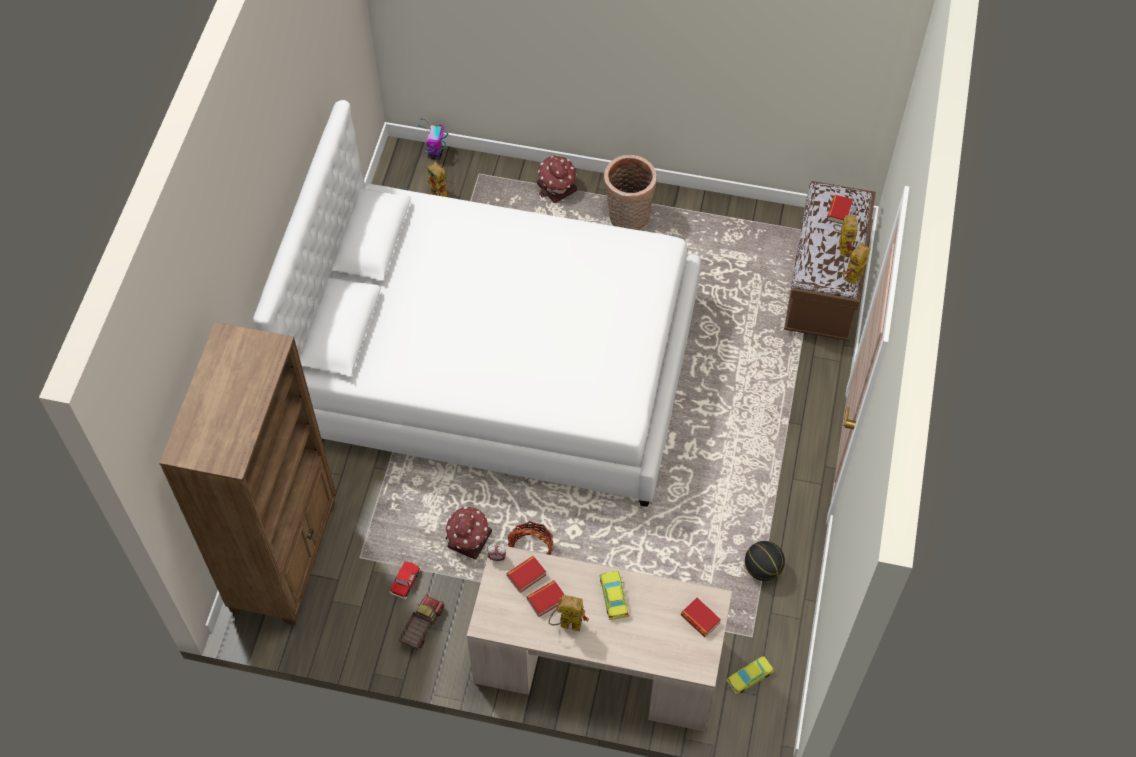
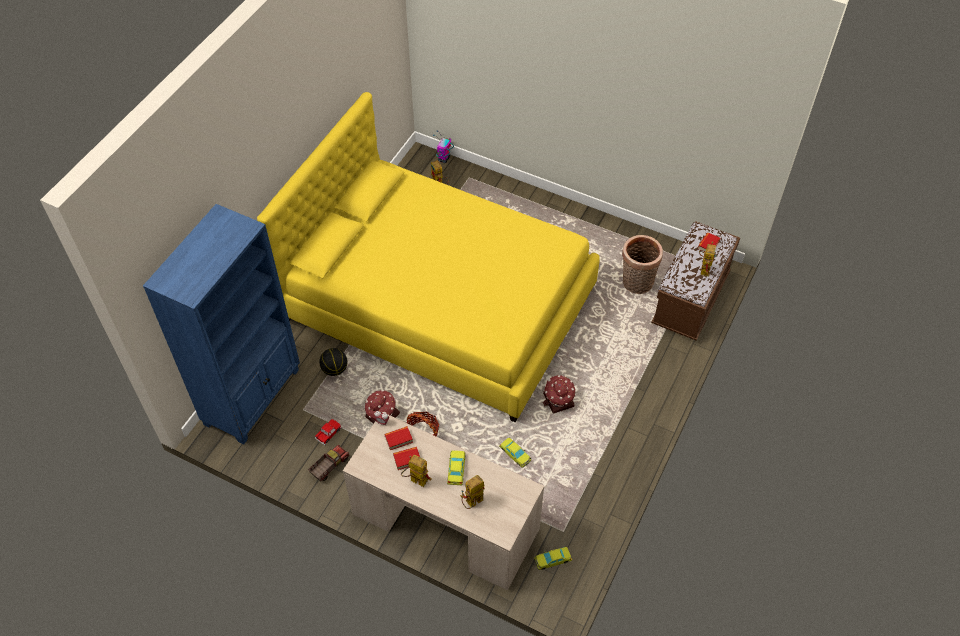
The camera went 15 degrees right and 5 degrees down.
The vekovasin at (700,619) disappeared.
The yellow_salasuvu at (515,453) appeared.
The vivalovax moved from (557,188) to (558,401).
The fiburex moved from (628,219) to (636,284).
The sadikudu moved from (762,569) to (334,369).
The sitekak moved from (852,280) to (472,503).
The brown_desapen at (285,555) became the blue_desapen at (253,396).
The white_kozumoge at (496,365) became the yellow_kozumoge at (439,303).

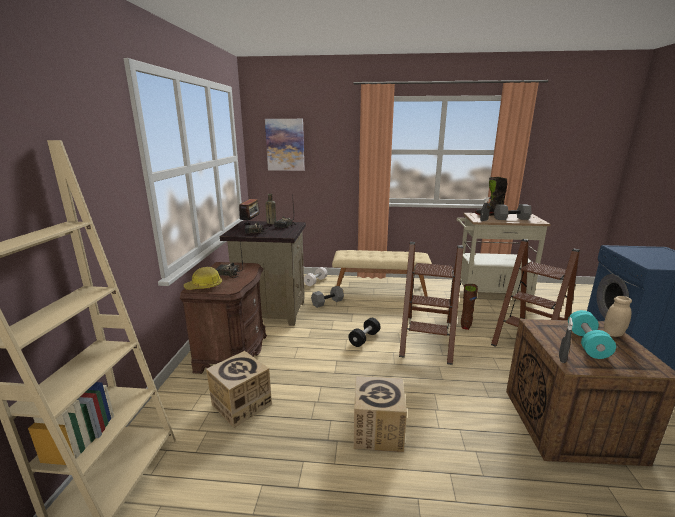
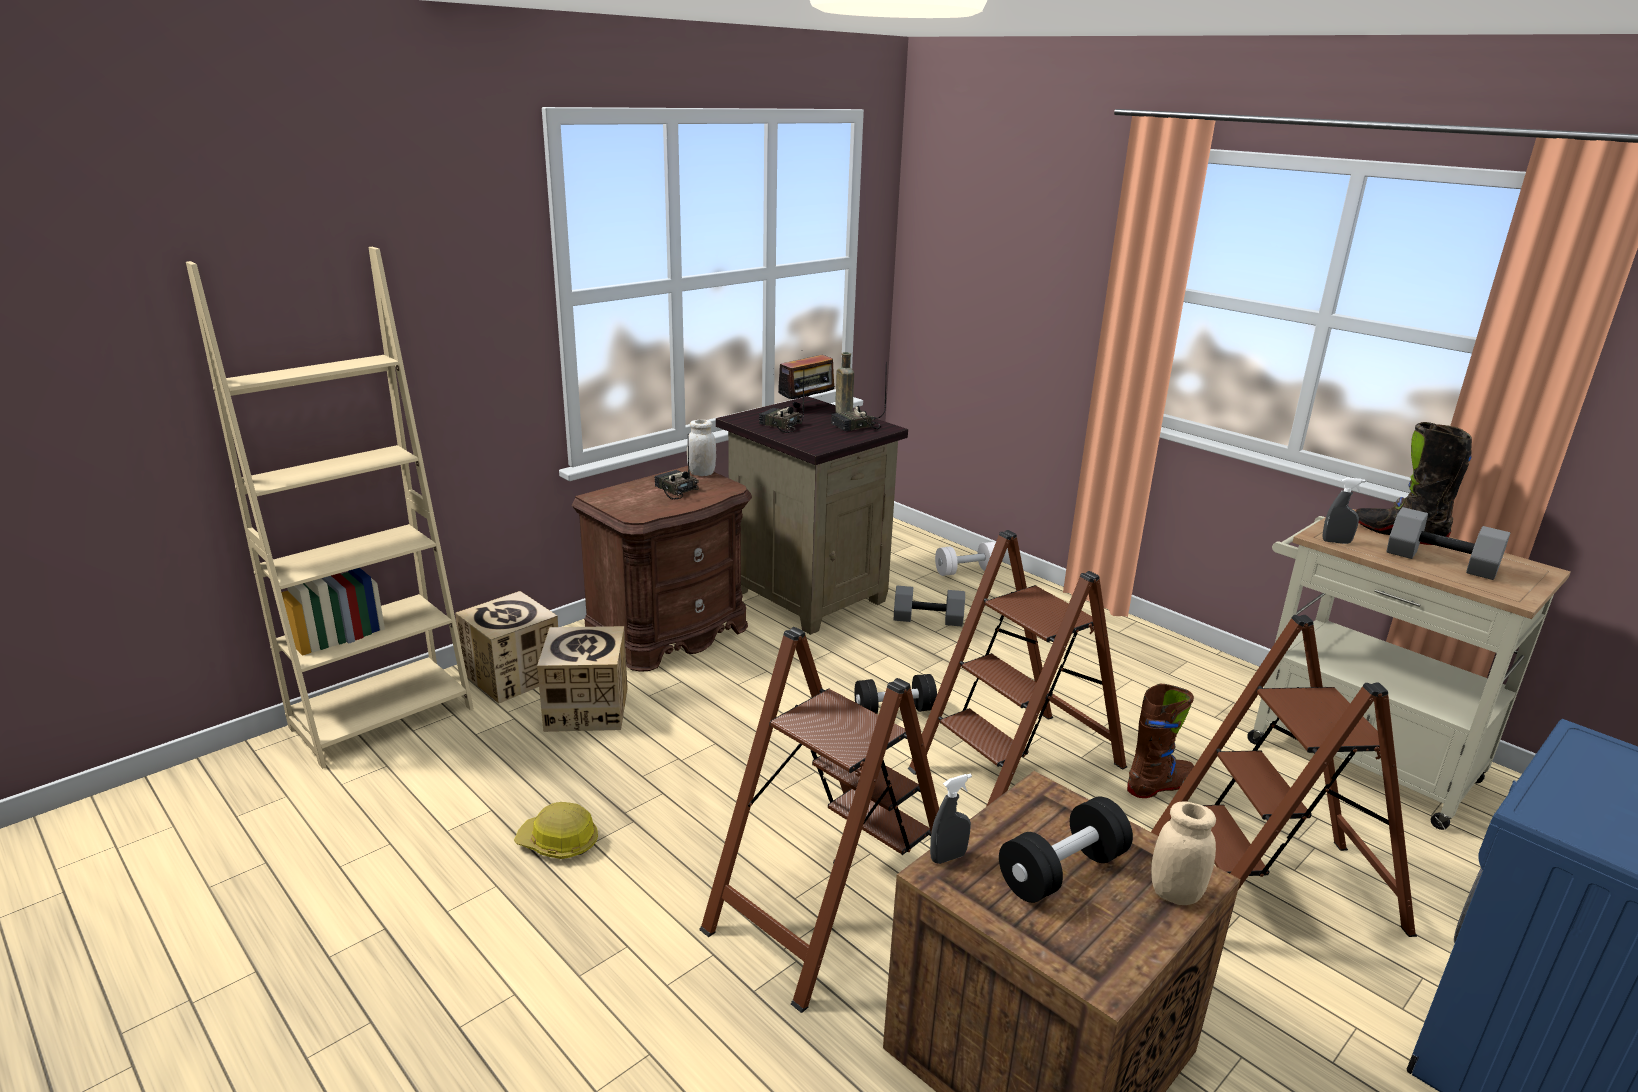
The camera went 40 degrees right and 5 degrees up.
The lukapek at (285,145) disappeared.
The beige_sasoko at (380,288) disappeared.
The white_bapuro at (701,473) appeared.
The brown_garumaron at (830,906) appeared.
The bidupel moved from (204,286) to (558,843).
The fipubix moved from (377,431) to (513,676).
The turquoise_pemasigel at (587,344) became the black_pemasigel at (1062,871).

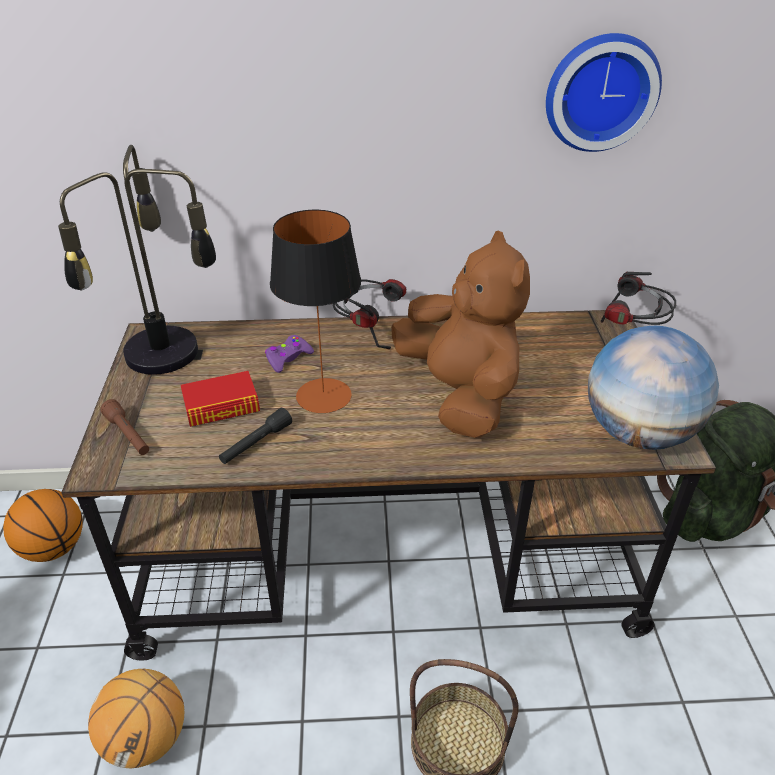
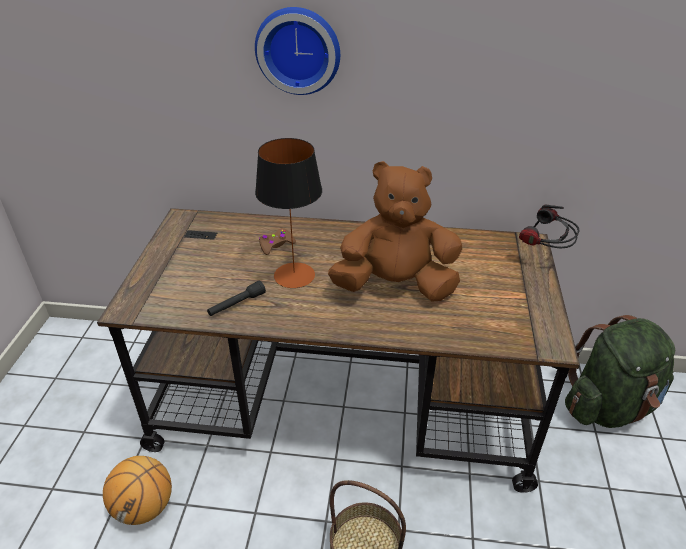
The camera went 10 degrees right and 0 degrees up.
The sadikudu at (54,547) disappeared.
The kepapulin at (163,353) disappeared.
The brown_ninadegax at (128,435) disappeared.
The vekovasin at (221,406) disappeared.
The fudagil at (367,333) disappeared.
The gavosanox at (639,433) disappeared.
The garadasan moved from (600,91) to (298,50).
The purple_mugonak at (288,358) became the brown_mugonak at (276,245).
The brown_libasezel at (460,395) turned 75 degrees counterclockwise.

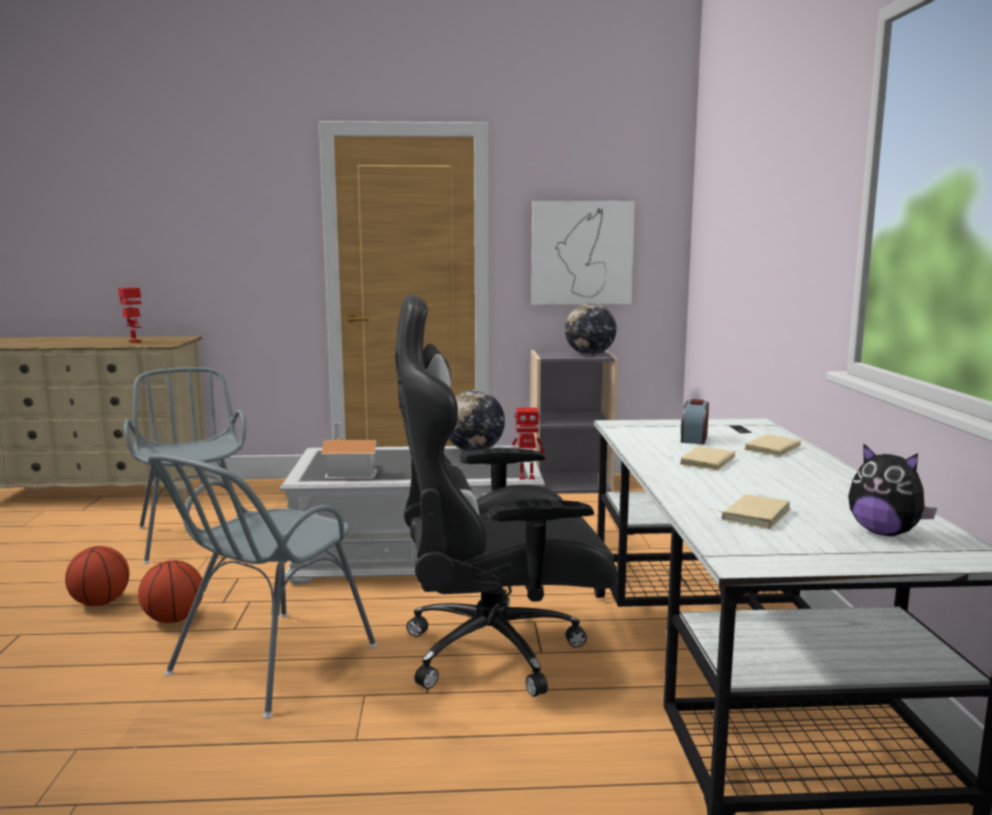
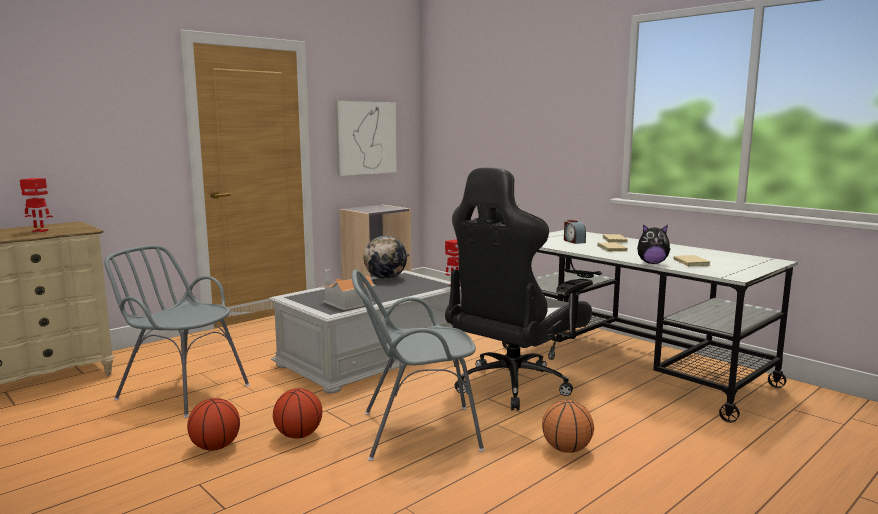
The camera went 40 degrees left and 0 degrees up.
The gavosanox at (590,354) disappeared.
The sadikudu at (566,449) appeared.
The libasezel moved from (884,533) to (652,263).
The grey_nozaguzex at (268,663) turned 90 degrees clockwise.

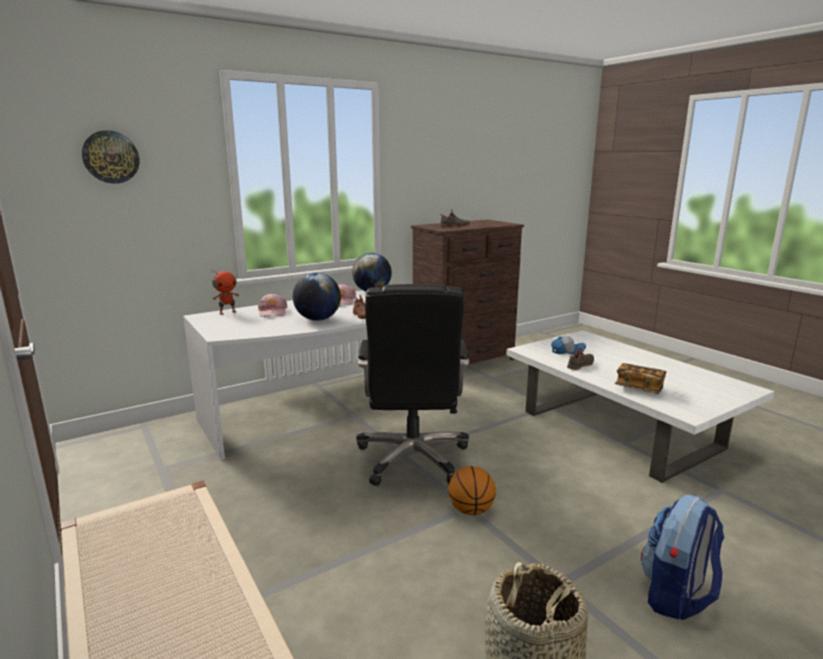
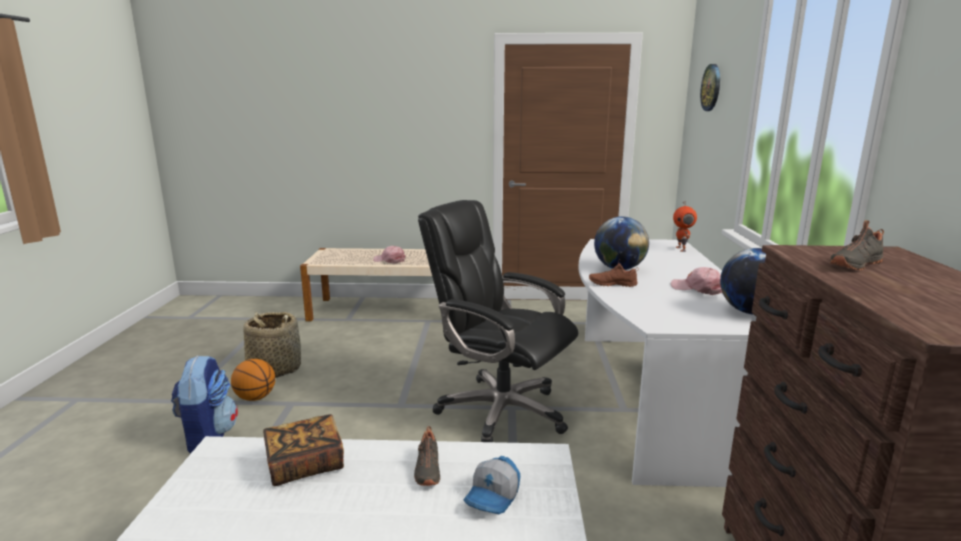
The camera went 125 degrees right and 0 degrees up.
The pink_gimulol moved from (273,312) to (389,260).
The sadikudu moved from (471,510) to (255,397).

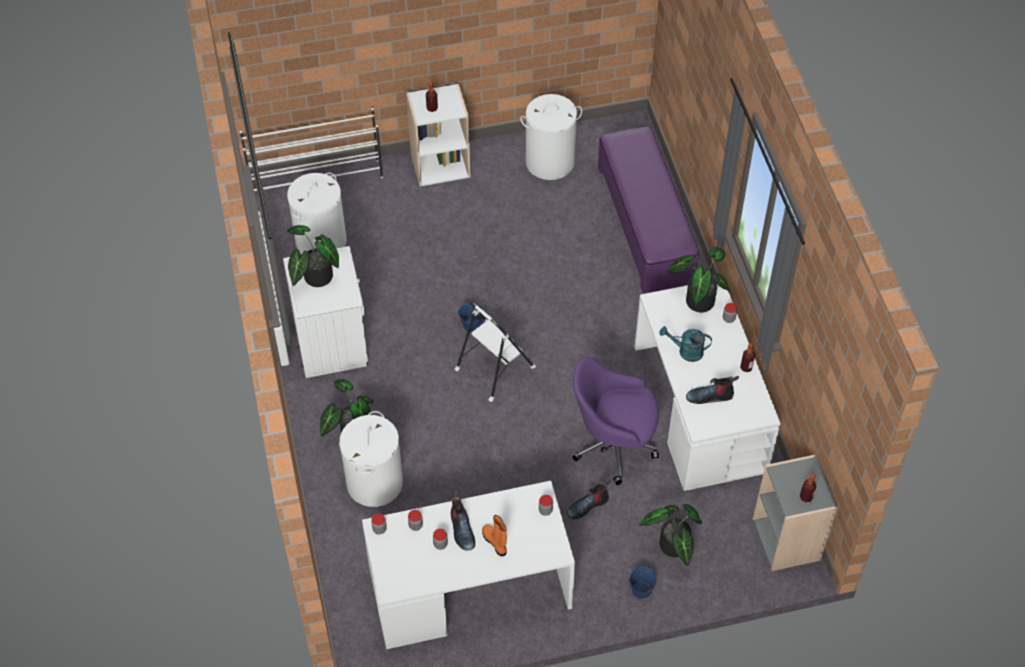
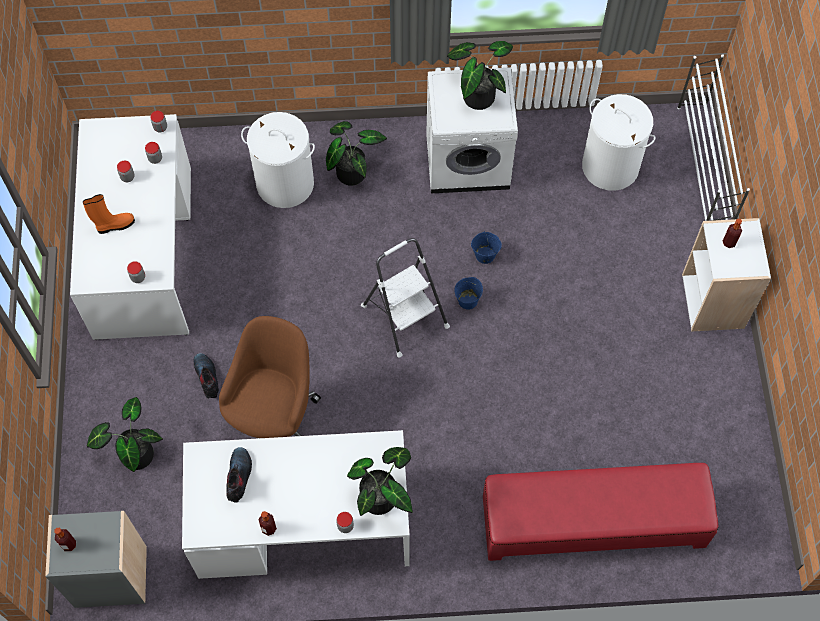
The camera went 100 degrees right and 10 degrees up.
The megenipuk at (461,529) disappeared.
The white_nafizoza at (550,162) disappeared.
The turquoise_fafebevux at (686,351) disappeared.
The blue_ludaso moved from (641,590) to (484,255).
The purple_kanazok at (613,447) became the brown_kanazok at (274,418).
The purple_sasoko at (645,224) became the red_sasoko at (592,522).

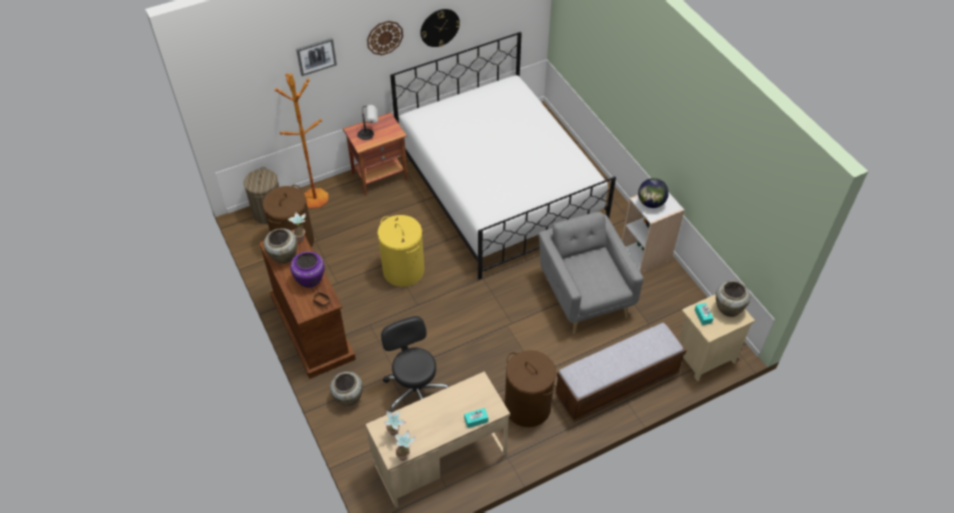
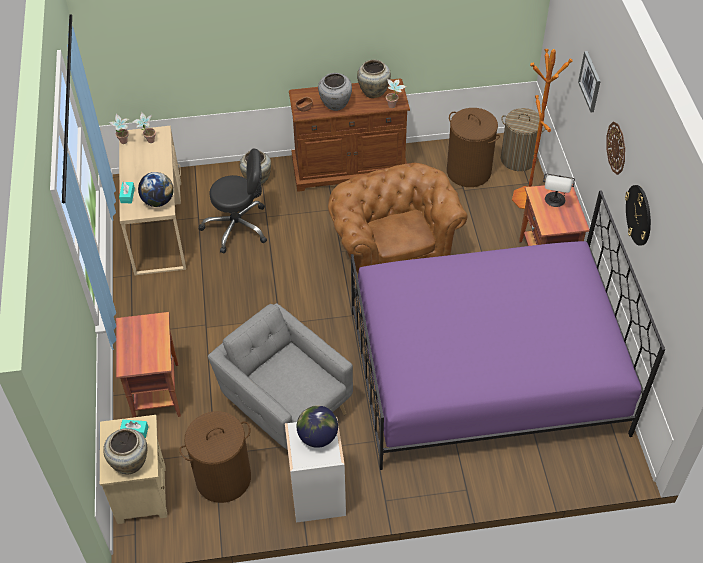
The camera went 110 degrees right and 0 degrees up.
The gavosanox at (158,201) appeared.
The brown_nafizoza moved from (528,407) to (223,478).
The yellow_nafizoza at (403,270) was replaced by the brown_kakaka at (392,250).
The sasoko at (616,384) was replaced by the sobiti at (155,391).
The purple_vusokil at (310,280) became the grey_vusokil at (335,104).
The white_kozumoge at (499,189) became the purple_kozumoge at (486,371).
The grey_kakaka at (584,294) turned 135 degrees counterclockwise.

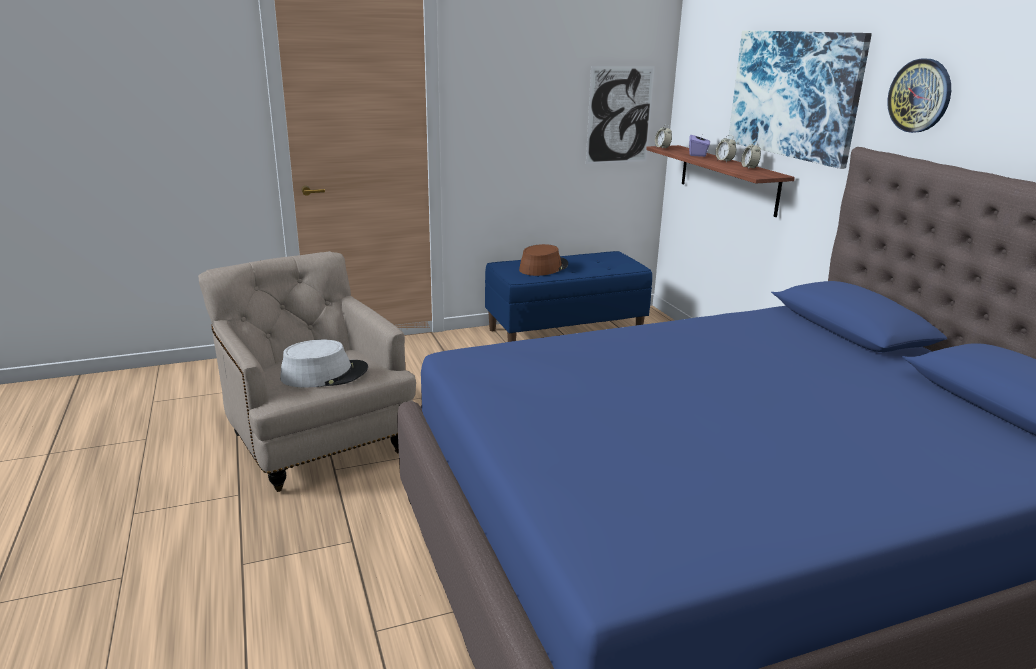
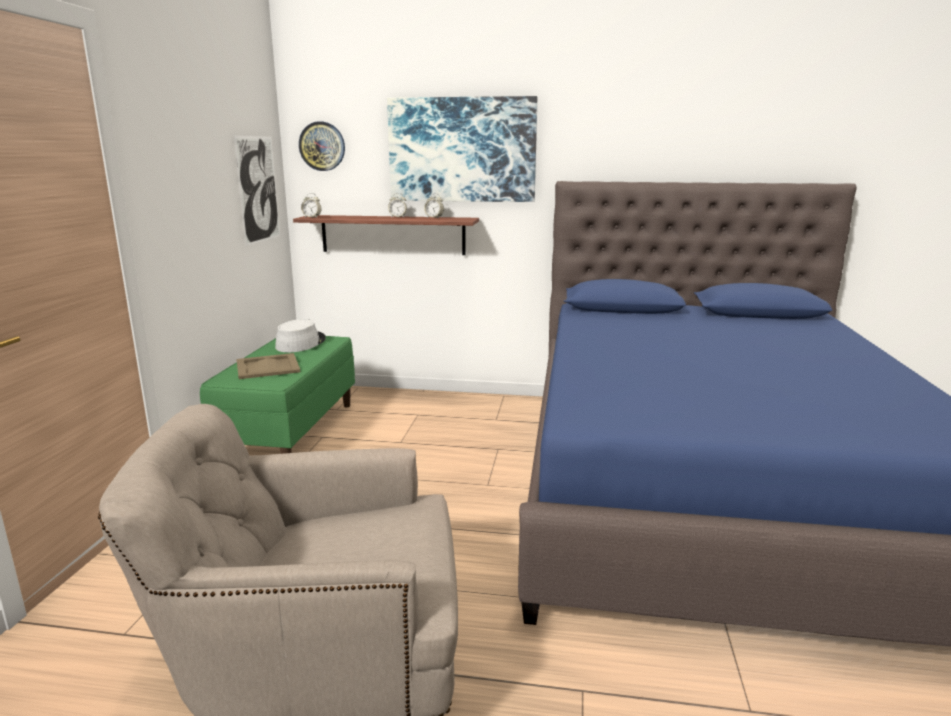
The camera went 60 degrees left and 5 degrees down.
The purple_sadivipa at (698,154) disappeared.
The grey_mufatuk moved from (324,374) to (300,343).
The garadasan moved from (920,96) to (322,146).
The brown_mufatuk at (543,267) was replaced by the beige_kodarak at (267,367).
The blue_sasoko at (565,332) became the green_sasoko at (290,432).

